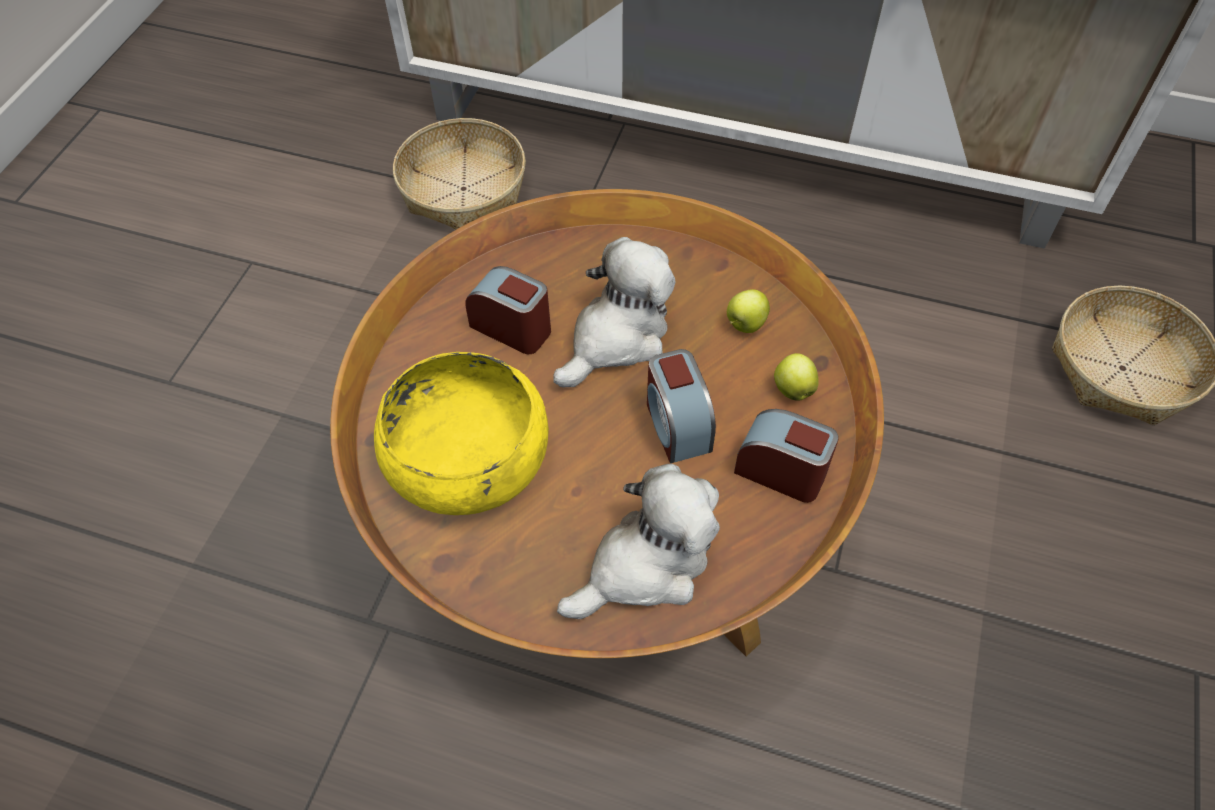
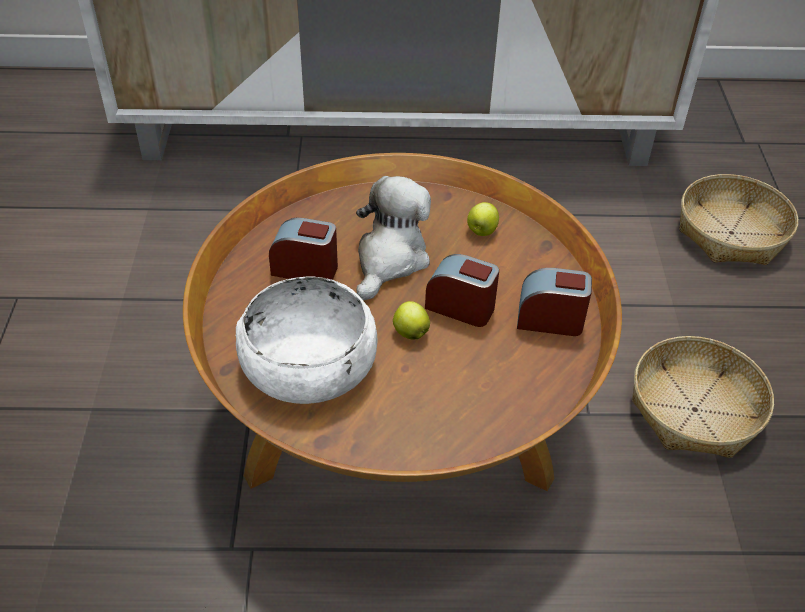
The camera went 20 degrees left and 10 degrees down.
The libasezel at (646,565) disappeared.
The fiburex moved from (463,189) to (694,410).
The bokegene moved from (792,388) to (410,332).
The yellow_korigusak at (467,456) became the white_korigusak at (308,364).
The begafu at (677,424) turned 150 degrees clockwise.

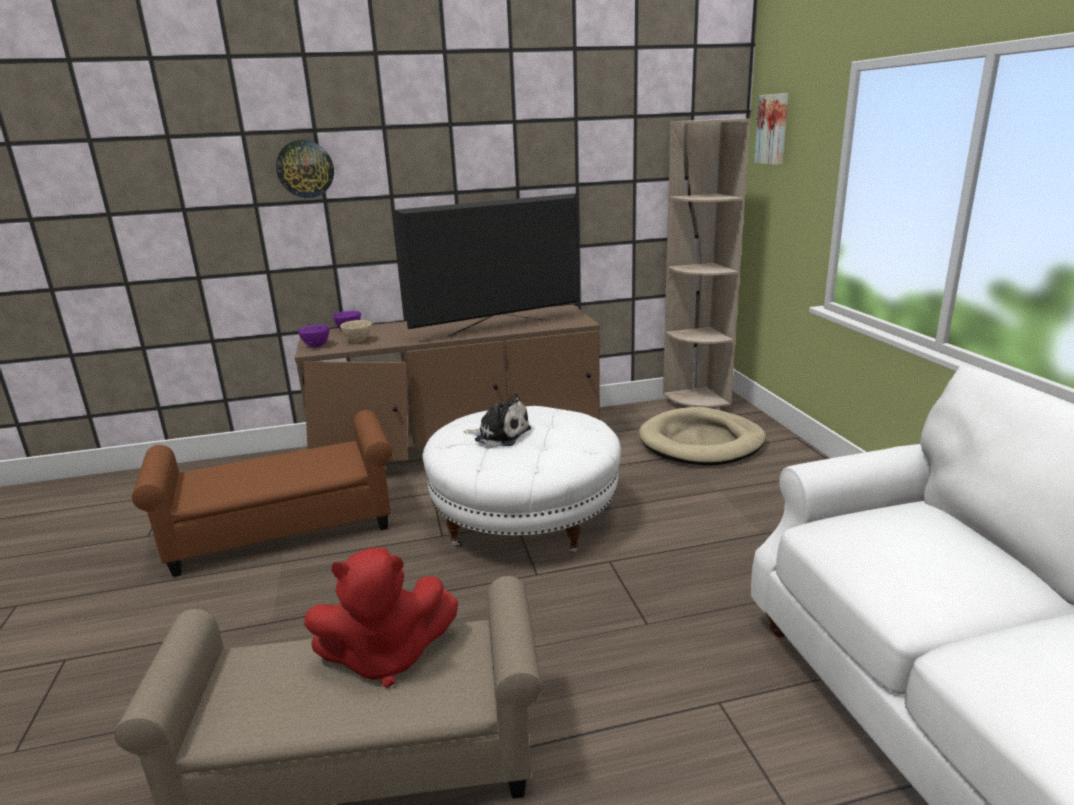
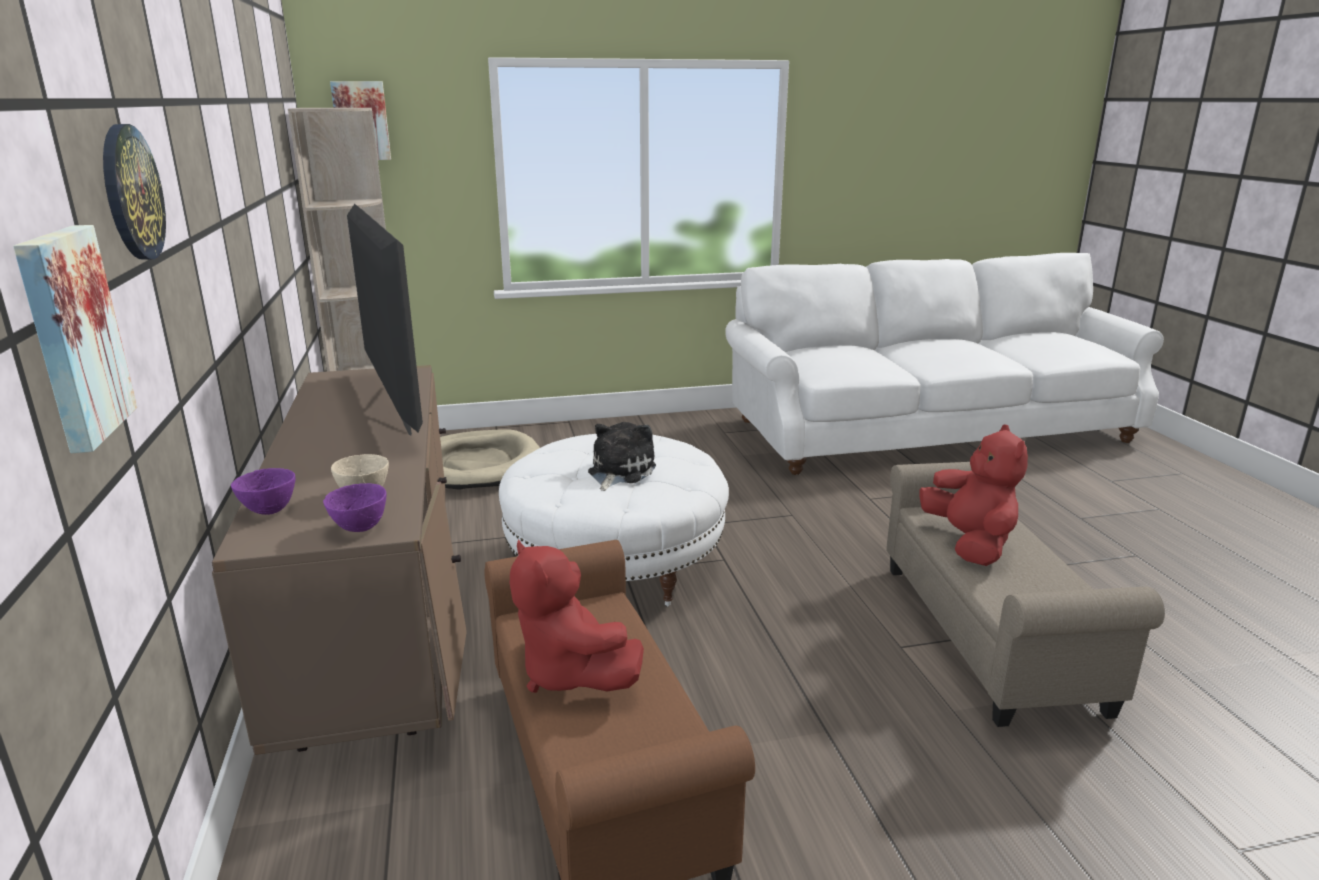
The camera went 90 degrees left and 0 degrees up.
The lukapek at (71,336) appeared.
The red_libasezel at (570,673) appeared.

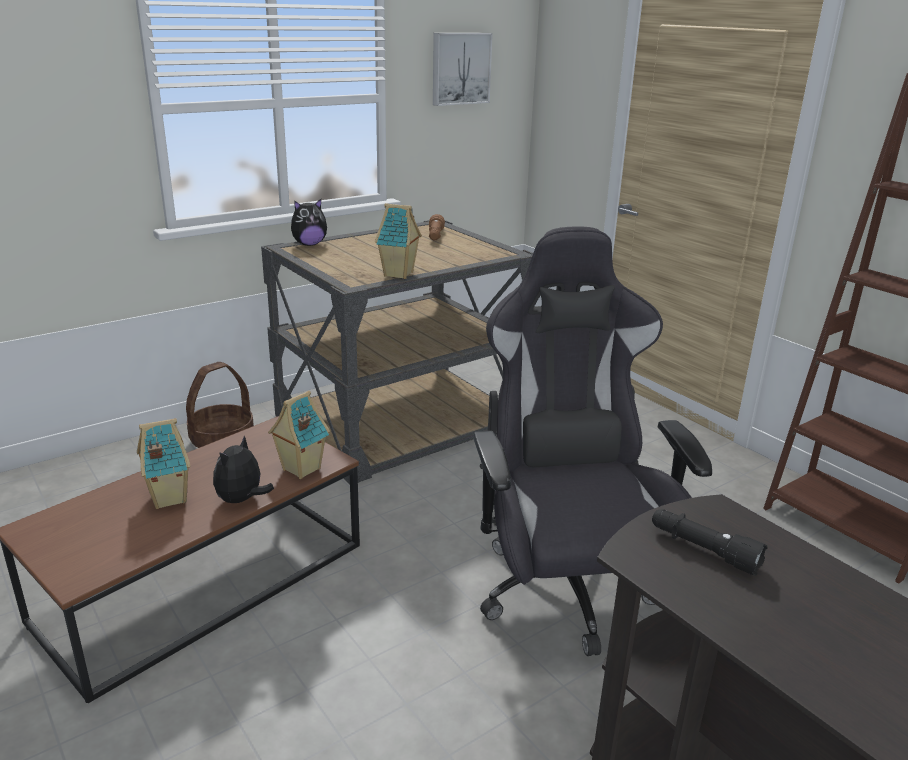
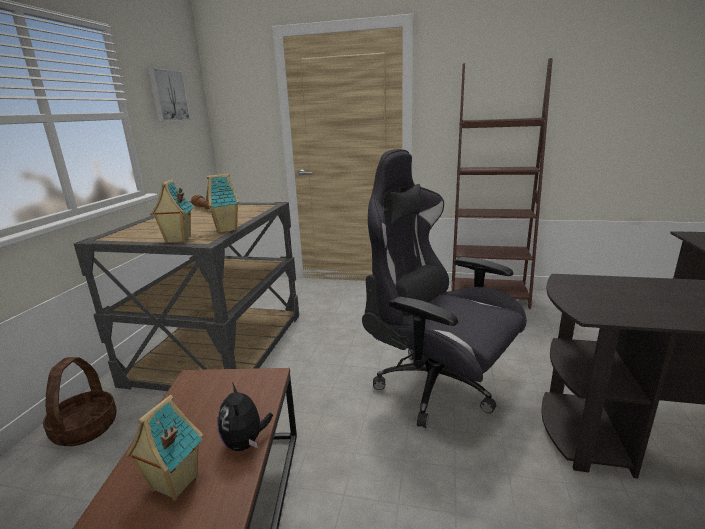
The camera went 40 degrees left and 5 degrees down.
The libasezel at (309,244) disappeared.
The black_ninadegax at (703,550) disappeared.
The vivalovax moved from (300,469) to (177,239).

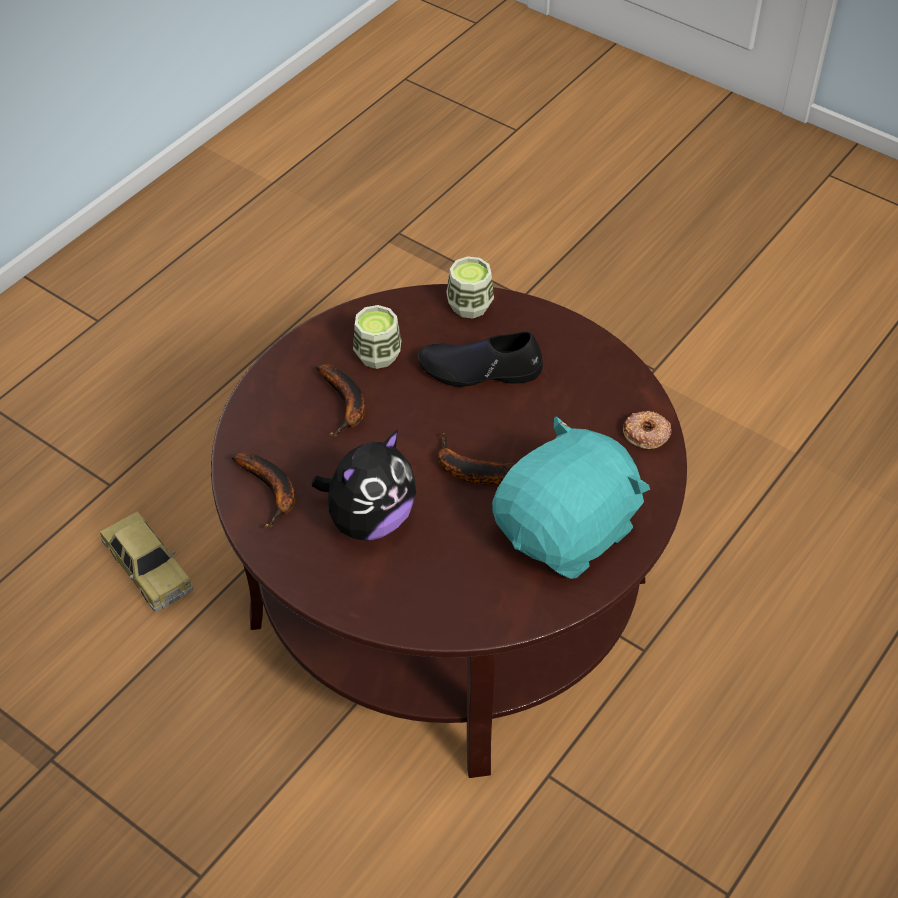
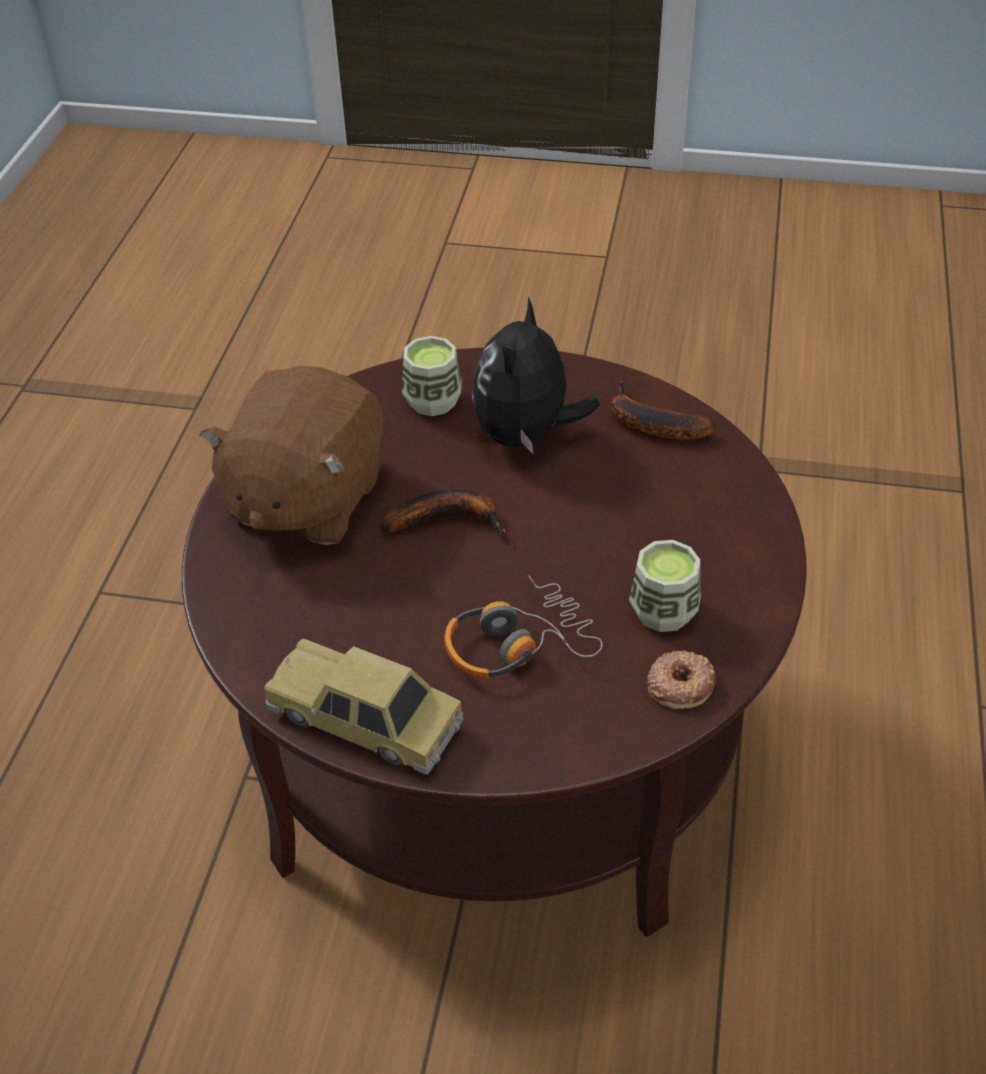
The camera went 155 degrees right and 5 degrees down.
The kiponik at (345,405) disappeared.
The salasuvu moved from (148,568) to (366,720).
The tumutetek moved from (470,305) to (432,401).
The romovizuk moved from (646,433) to (680,684).
The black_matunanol at (480,370) was replaced by the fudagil at (517,643).
The turquoise_libasezel at (567,531) became the brown_libasezel at (306,498).

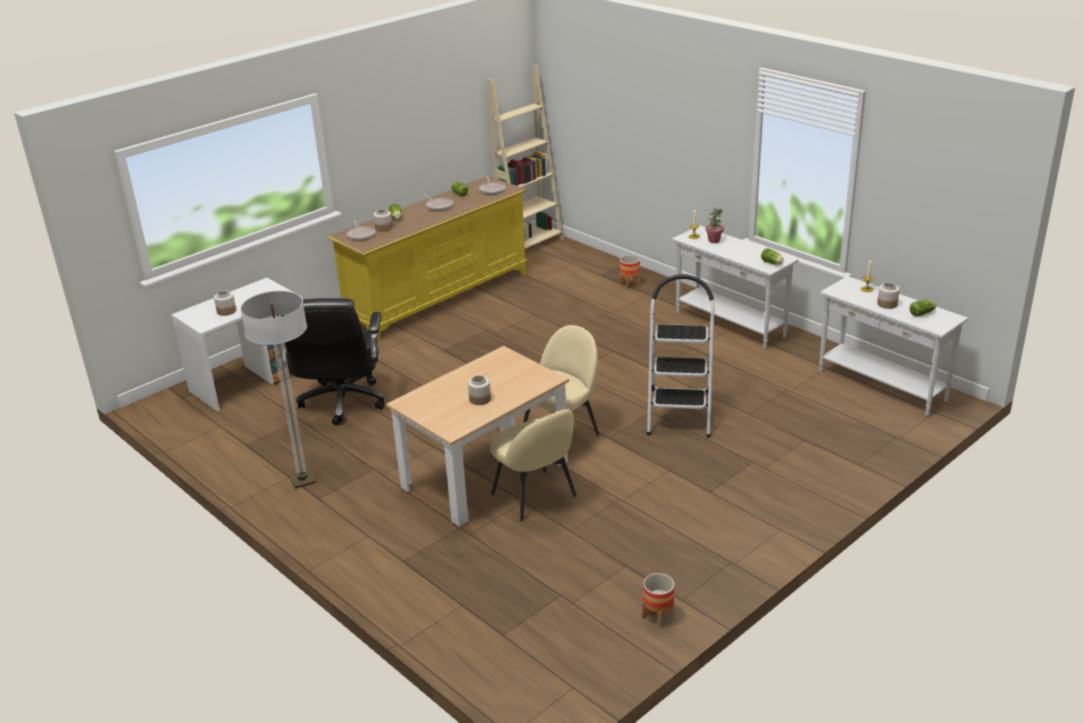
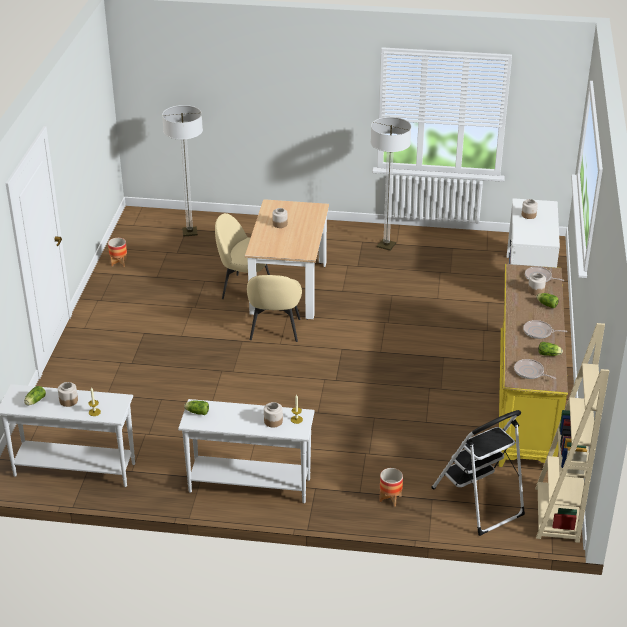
The camera went 140 degrees right and 5 degrees up.
The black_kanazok at (341,404) disappeared.
The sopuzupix at (189,232) appeared.
The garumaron moved from (680,411) to (478,503).
The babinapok at (714,240) was replaced by the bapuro at (273,421).

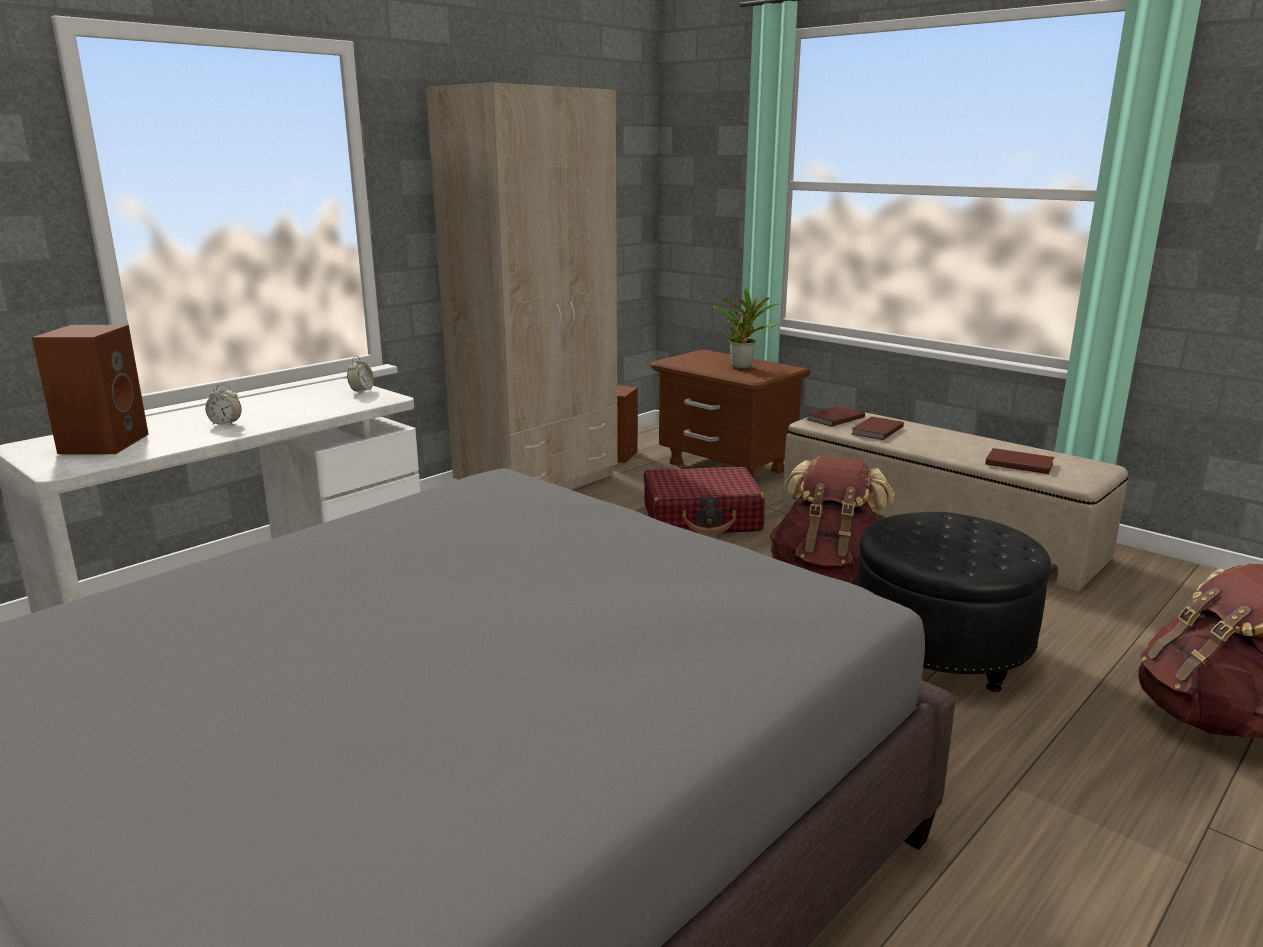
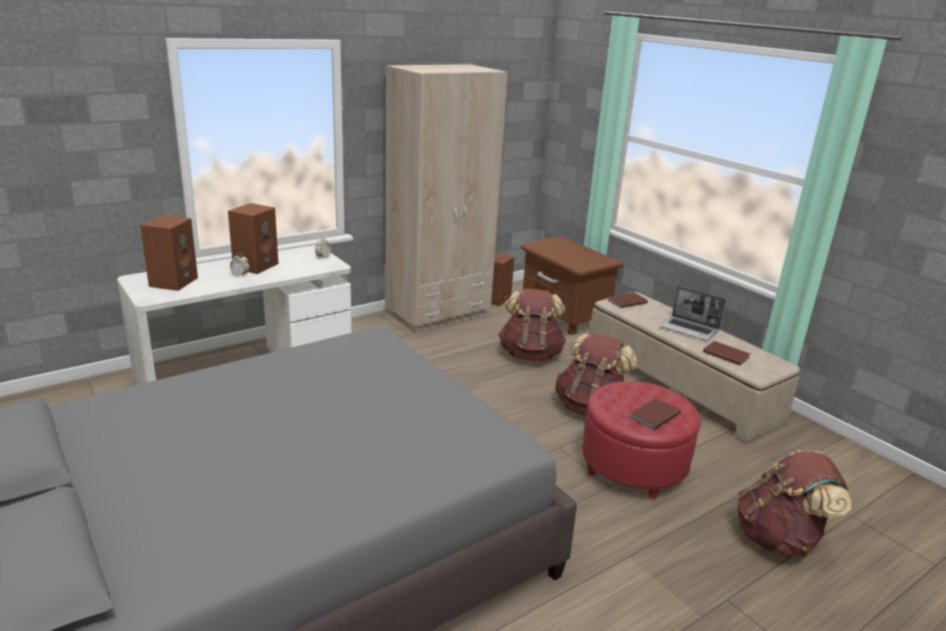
The camera went 10 degrees right and 5 degrees up.
The babinapok at (742,366) disappeared.
The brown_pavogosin at (256,265) appeared.
The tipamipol at (690,329) appeared.
The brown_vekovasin moved from (875,430) to (653,415).
The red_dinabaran at (702,518) was replaced by the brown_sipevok at (530,354).
The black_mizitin at (940,651) became the red_mizitin at (633,468).

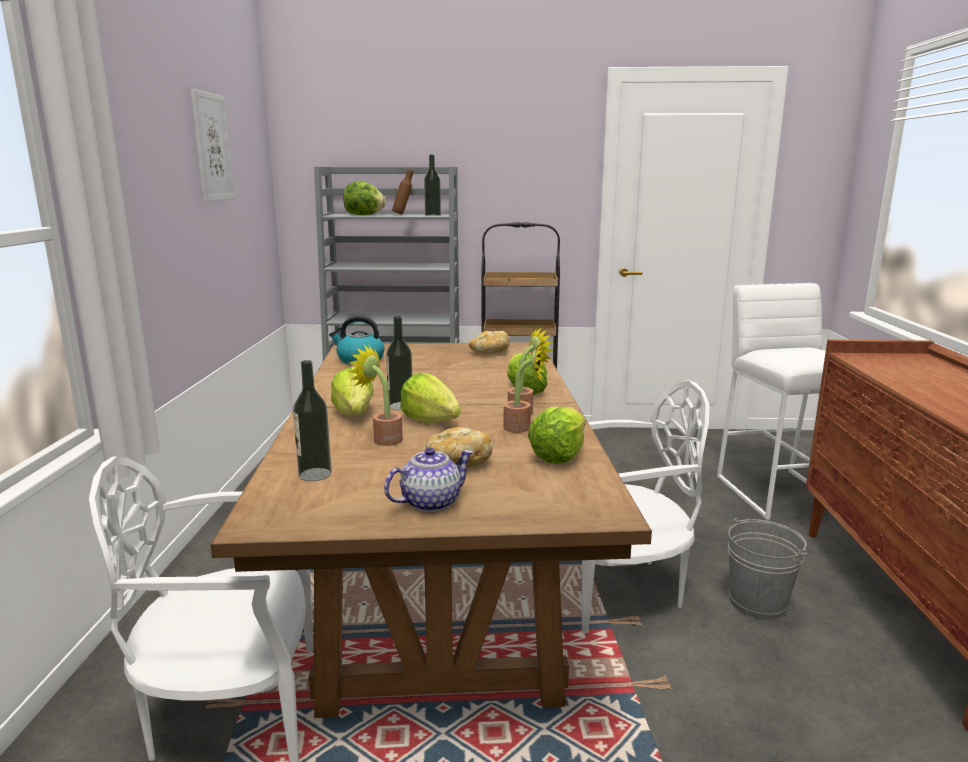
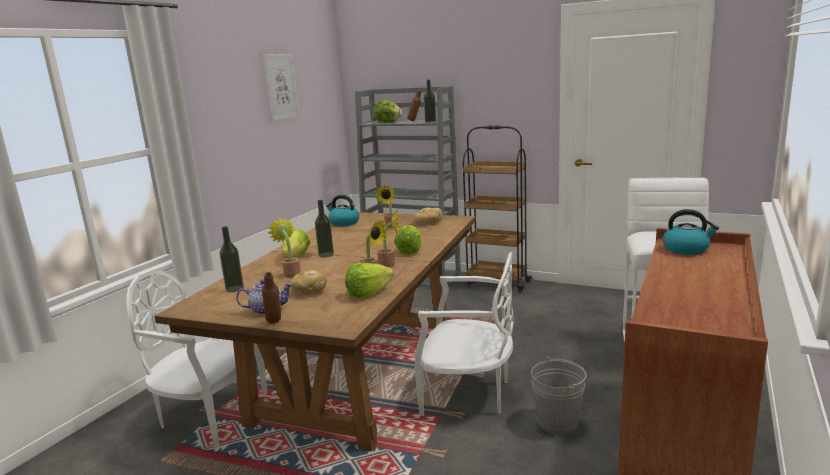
The camera went 25 degrees right and 0 degrees up.
The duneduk at (430,421) disappeared.
The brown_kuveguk at (274,324) appeared.
The babinapok at (390,227) appeared.
The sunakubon at (686,249) appeared.

